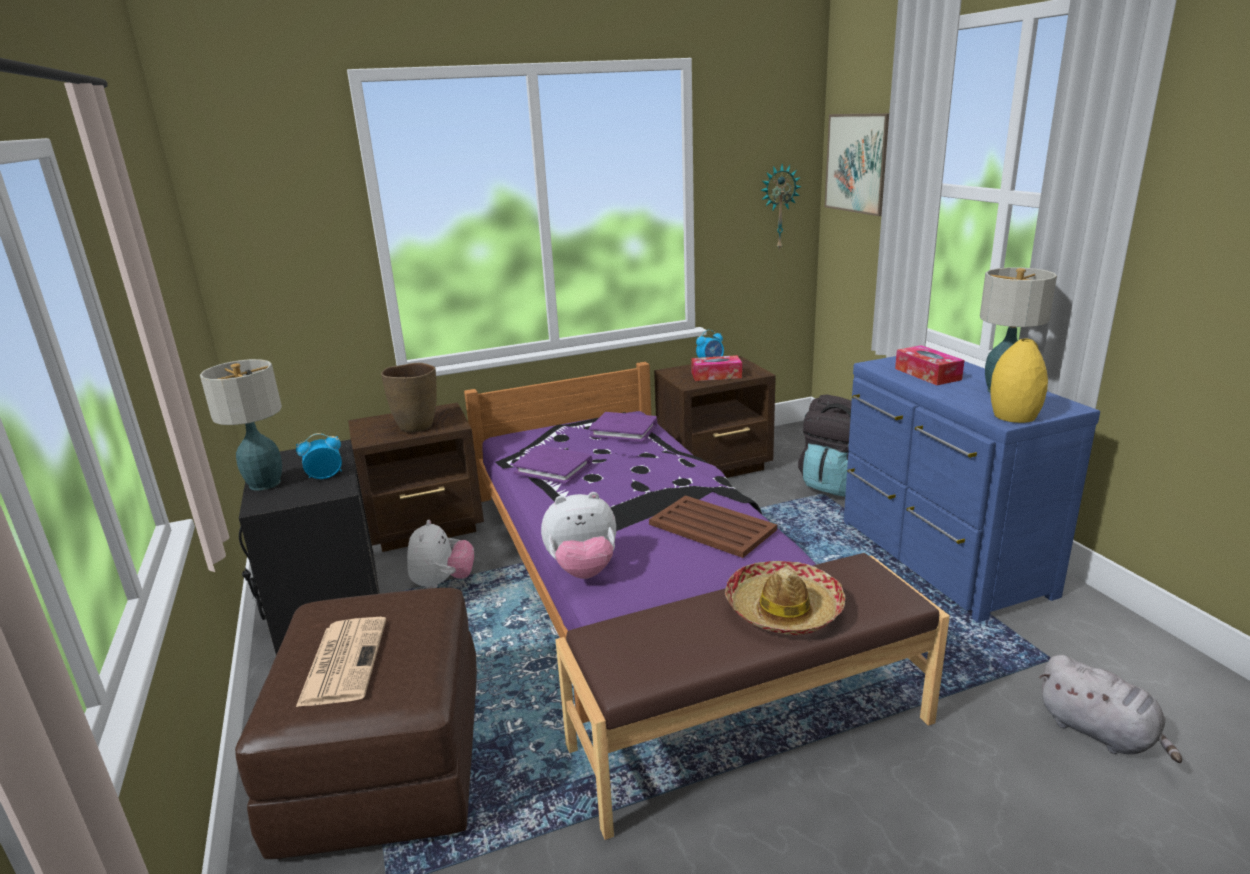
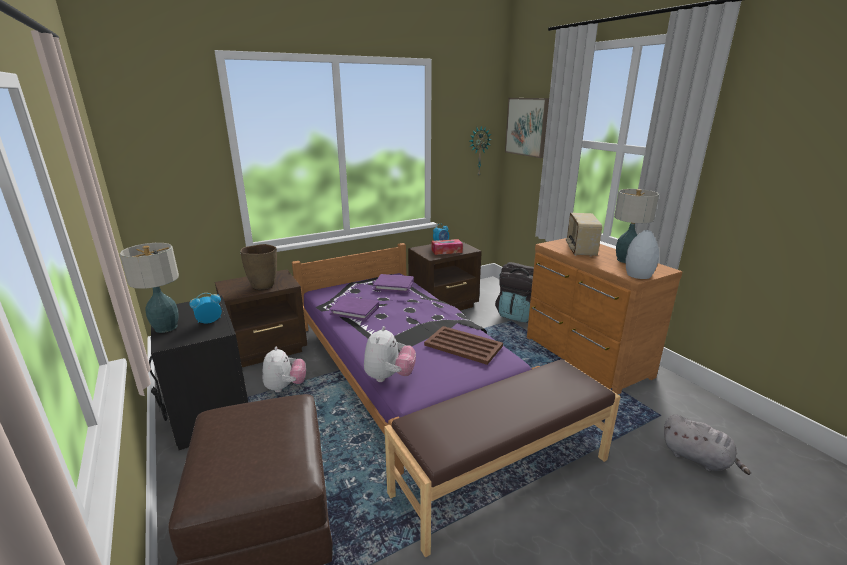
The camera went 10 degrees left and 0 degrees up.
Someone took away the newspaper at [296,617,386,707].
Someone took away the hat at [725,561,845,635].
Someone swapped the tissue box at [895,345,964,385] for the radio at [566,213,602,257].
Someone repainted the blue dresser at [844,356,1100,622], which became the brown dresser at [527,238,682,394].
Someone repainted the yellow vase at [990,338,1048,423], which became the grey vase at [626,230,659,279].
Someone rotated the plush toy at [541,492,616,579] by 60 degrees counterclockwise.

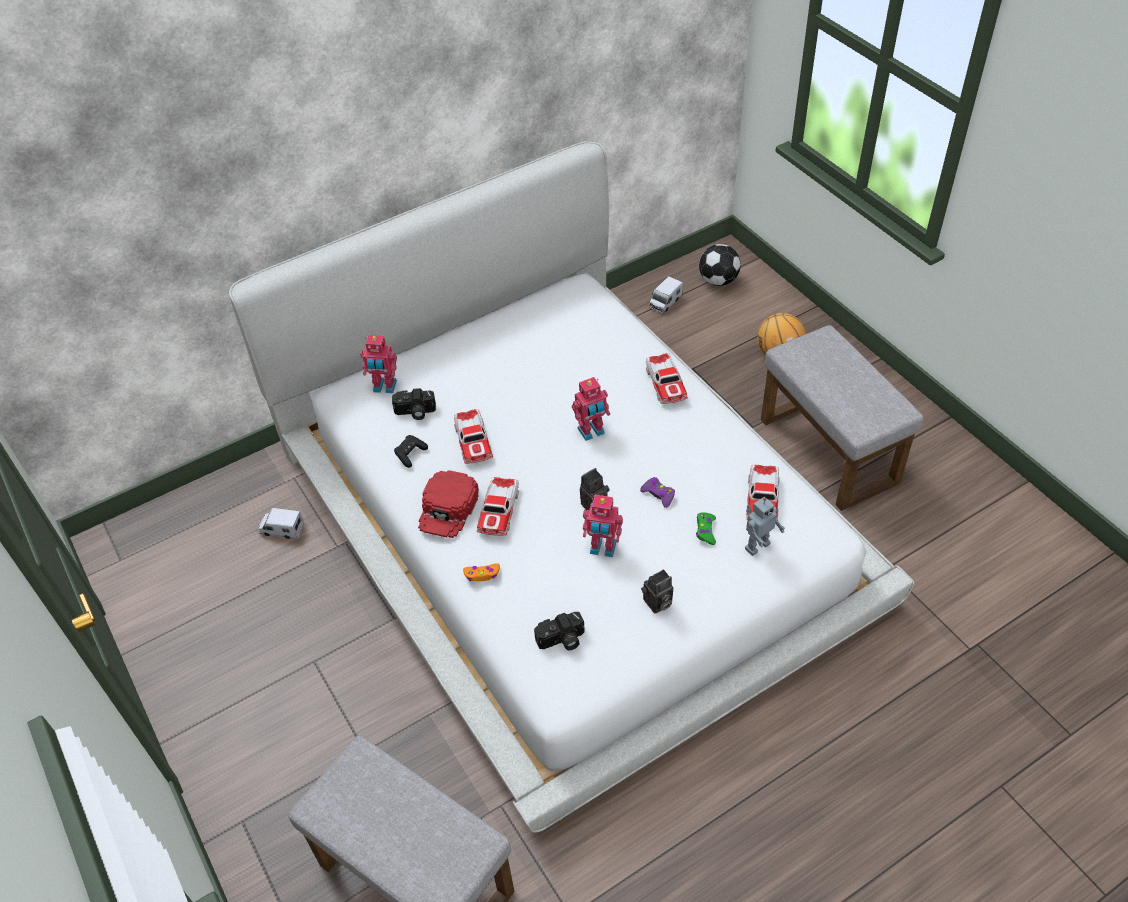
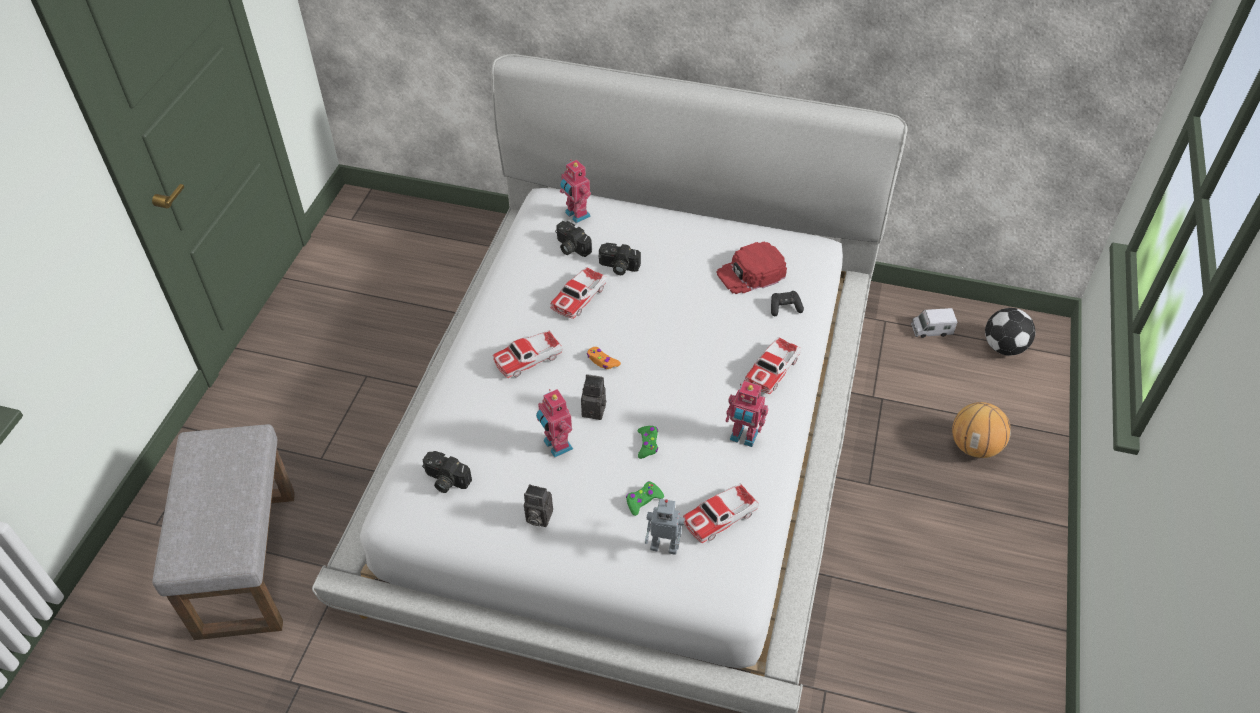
The camera went 45 degrees right and 0 degrees up.
Someone took away the toy truck at [258,508,304,539].
Someone took away the grey ottoman at [761,325,923,511].
Someone put down the photo camera at [598,243,641,275].
Someone carried the black game controller from [394,435,428,468] to [771,291,804,317].
Someone carried the red cap from [418,470,479,538] to [717,241,787,294].
Someone carried the orange game controller from [463,563,500,582] to [587,347,621,369].
Someone carried the toy robot from [572,377,610,441] to [725,381,768,447].
Someone repainted the purple game controller at [640,477,675,508], which became the green game controller at [638,426,658,459].

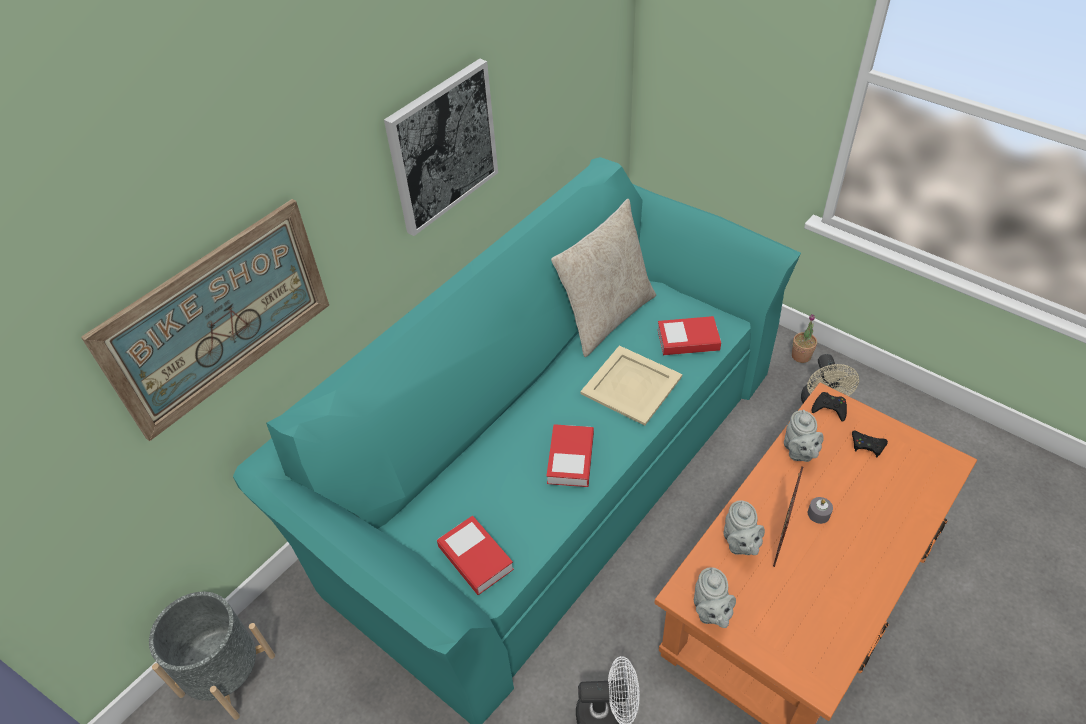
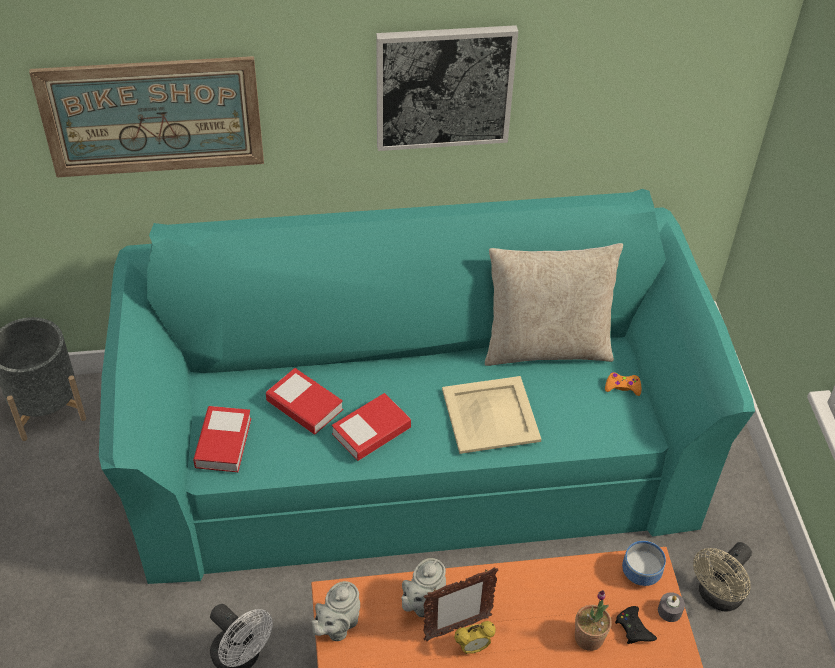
The camera went 40 degrees right and 0 degrees up.
Someone took away the grey teapot at [784,410,824,462].
Someone put down the alarm clock at [454,621,496,654].
Someone put down the orange game controller at [605,372,641,396].
Someone carried the book from [657,316,721,355] to [266,368,343,435].
Someone carried the potted plant from [792,314,817,363] to [575,590,612,651].
Someone carried the grey candle from [808,497,833,524] to [658,592,685,622].
Someone swapped the black game controller at [812,392,847,422] for the bowl at [622,541,666,586].

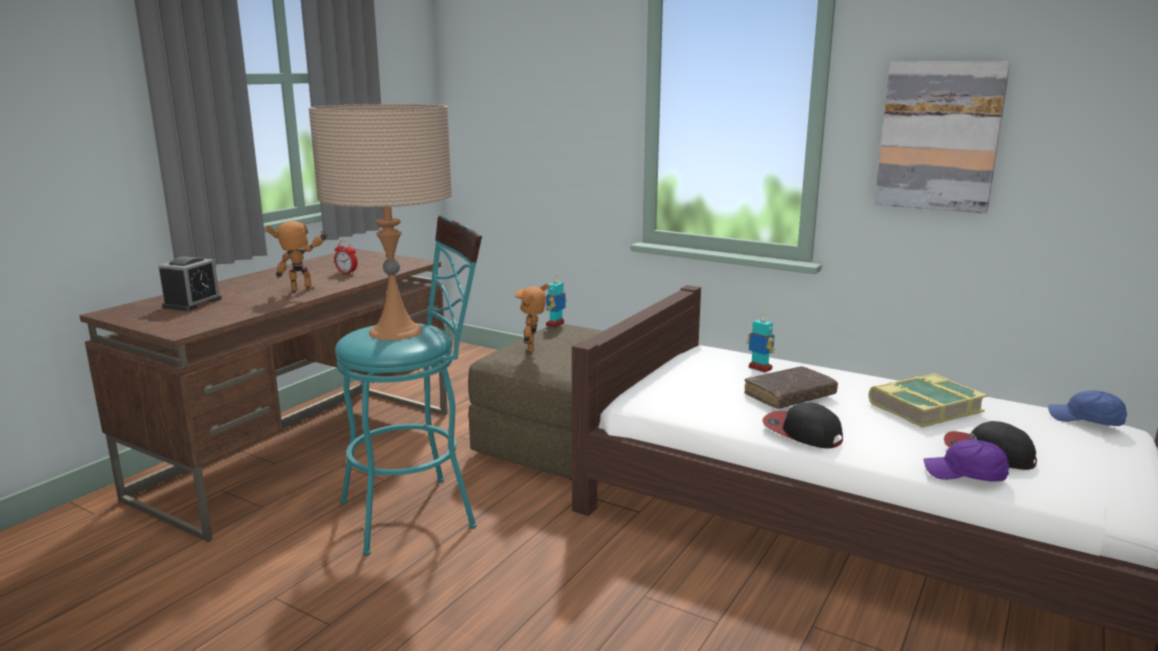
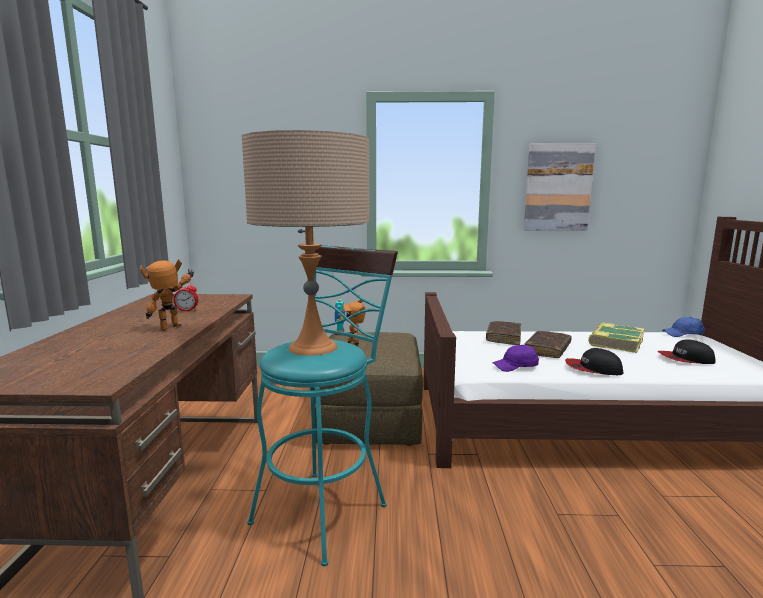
The camera went 30 degrees left and 5 degrees down.
Someone took away the alarm clock at [158,256,222,311].
Someone carried the purple cap from [923,439,1009,481] to [492,345,539,372].
Someone swapped the toy robot at [747,313,775,373] for the brown book at [486,321,521,345].

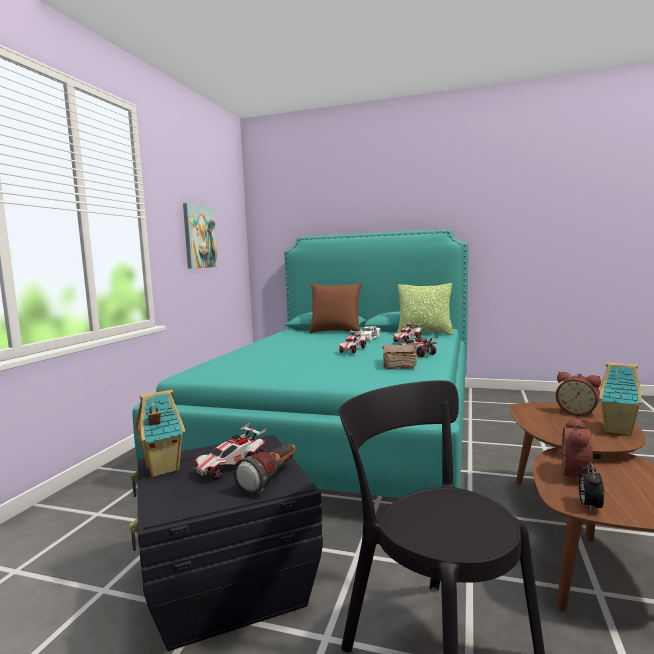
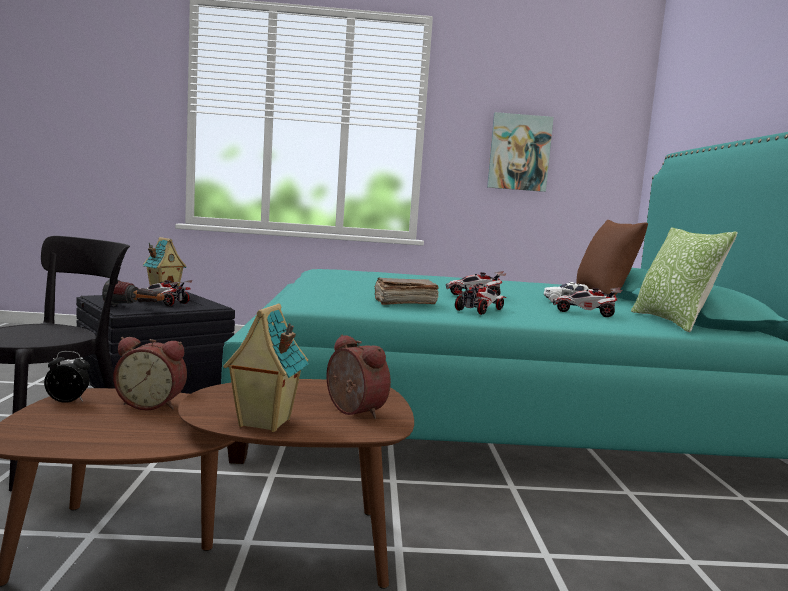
The camera went 70 degrees right and 0 degrees up.
Someone rotated the alarm clock at [556,371,601,417] by 120 degrees clockwise.

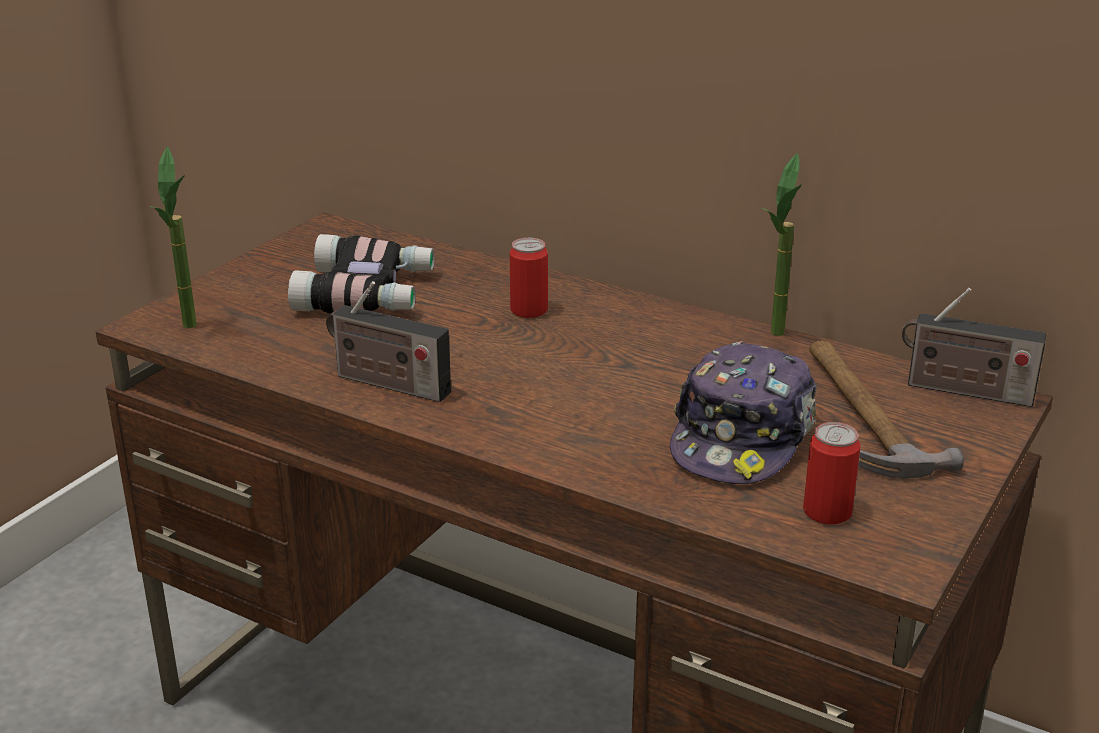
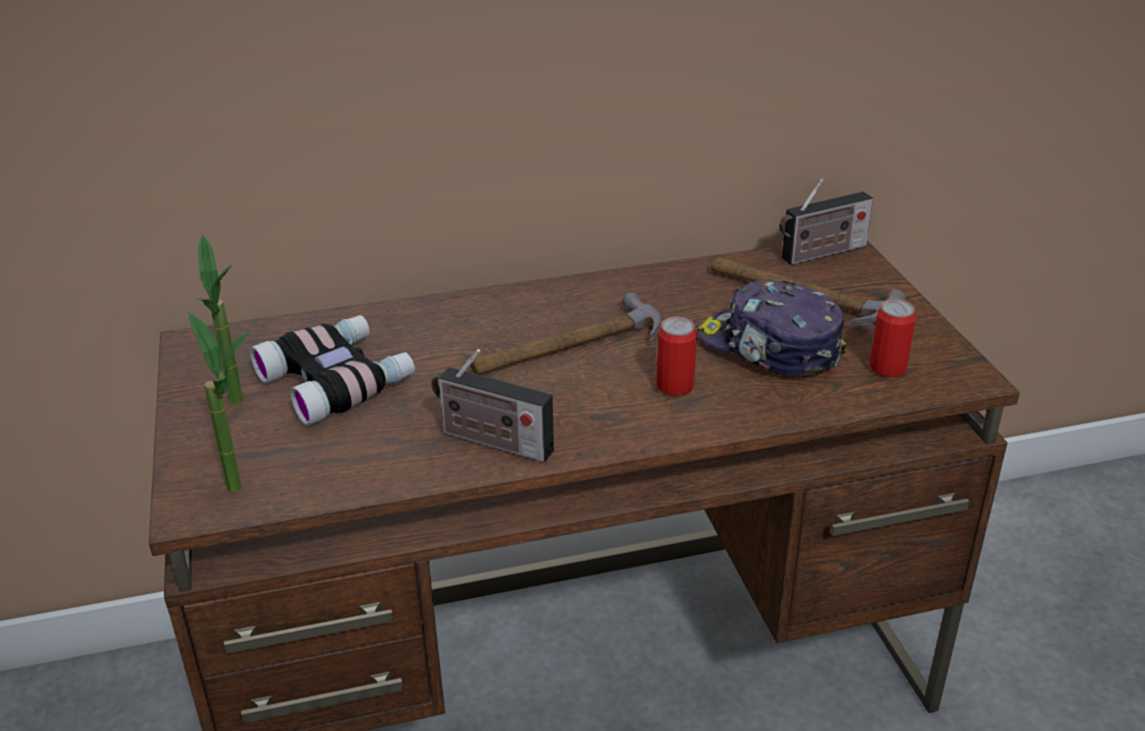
The camera went 45 degrees left and 5 degrees up.
Someone put down the hammer at [470,292,661,375].
Someone carried the can from [510,238,548,318] to [656,317,697,396].
Someone carried the potted plant from [761,153,802,336] to [197,234,243,405].
Someone rotated the radio at [326,281,451,402] by 45 degrees clockwise.
Someone rotated the cap at [670,341,817,484] by 150 degrees clockwise.

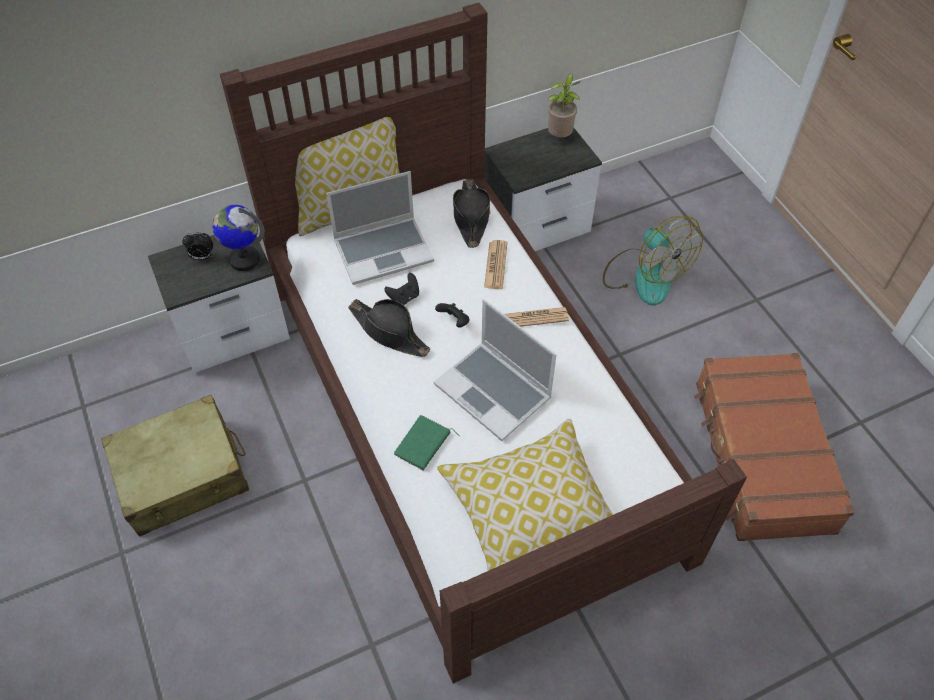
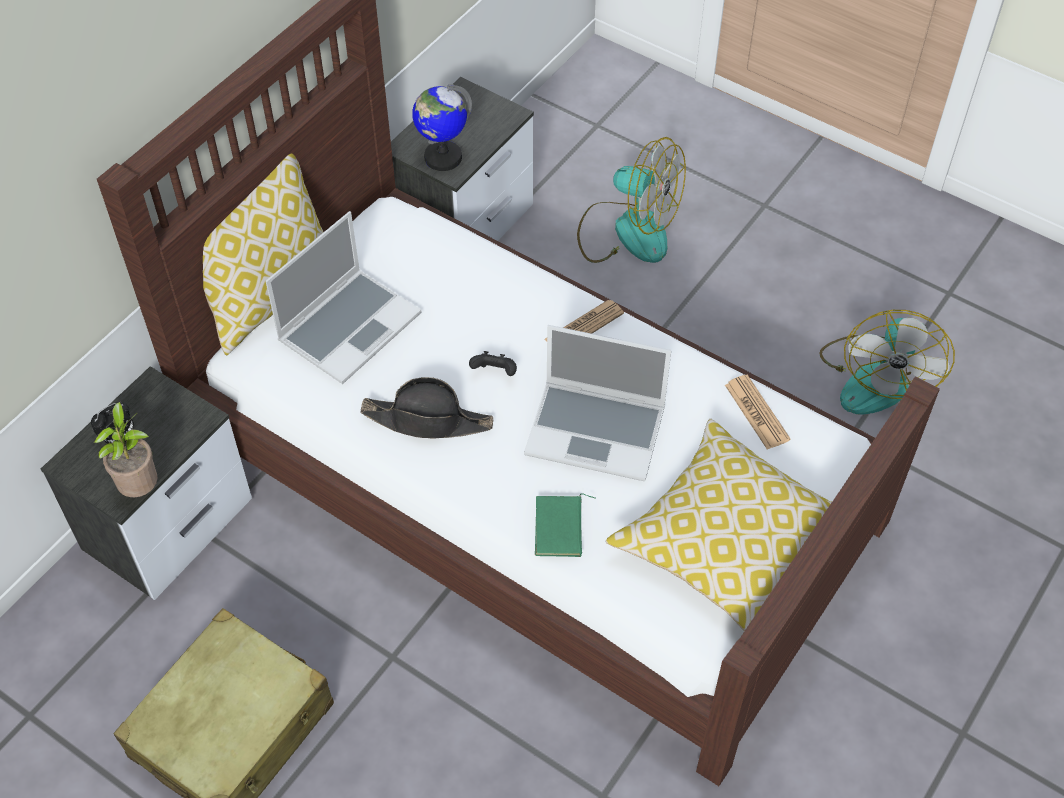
The camera went 30 degrees left and 0 degrees up.
Someone took away the black game controller at [384,273,419,305].
Someone took away the black hat at [453,179,491,248].
Someone carried the globe from [212,205,265,271] to [412,84,472,171].
Someone carried the newspaper from [484,240,507,289] to [725,375,791,450].
Someone carried the potted plant from [548,74,580,138] to [94,402,158,497].
Someone swapped the brown suitcase at [694,353,855,541] for the fan at [819,310,955,414].

